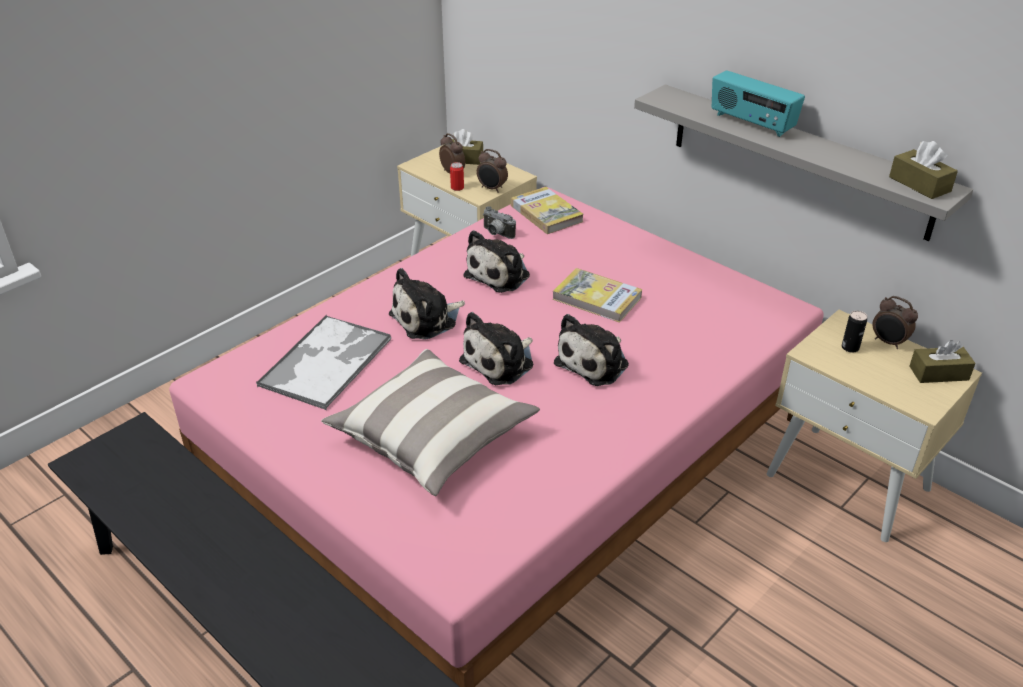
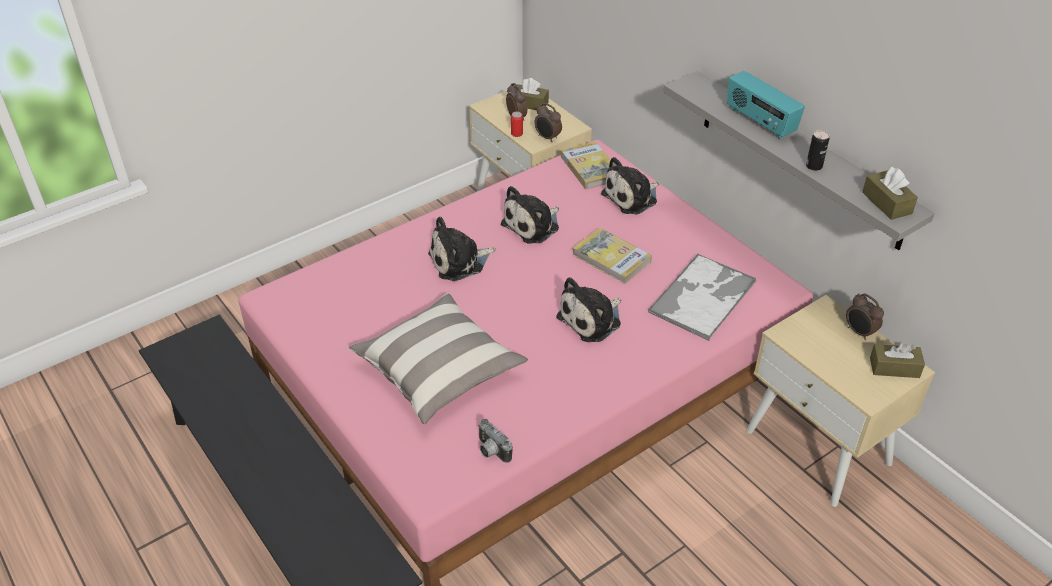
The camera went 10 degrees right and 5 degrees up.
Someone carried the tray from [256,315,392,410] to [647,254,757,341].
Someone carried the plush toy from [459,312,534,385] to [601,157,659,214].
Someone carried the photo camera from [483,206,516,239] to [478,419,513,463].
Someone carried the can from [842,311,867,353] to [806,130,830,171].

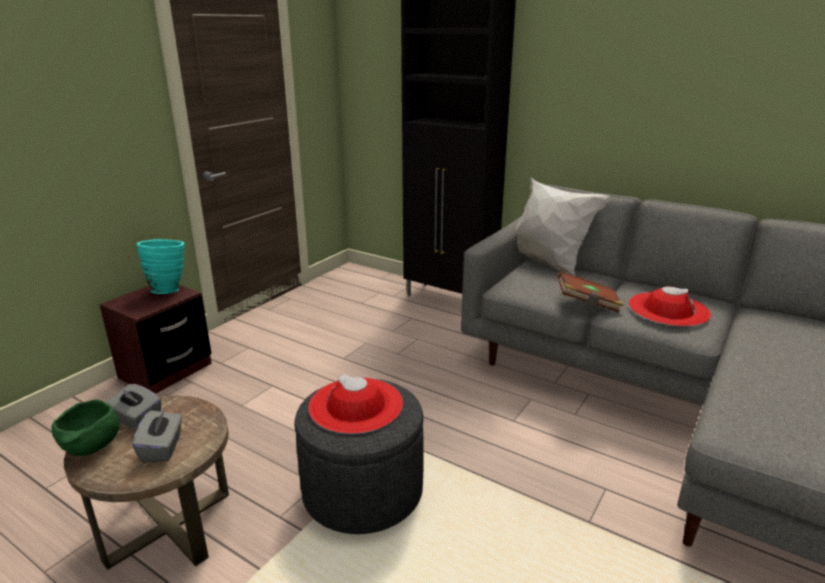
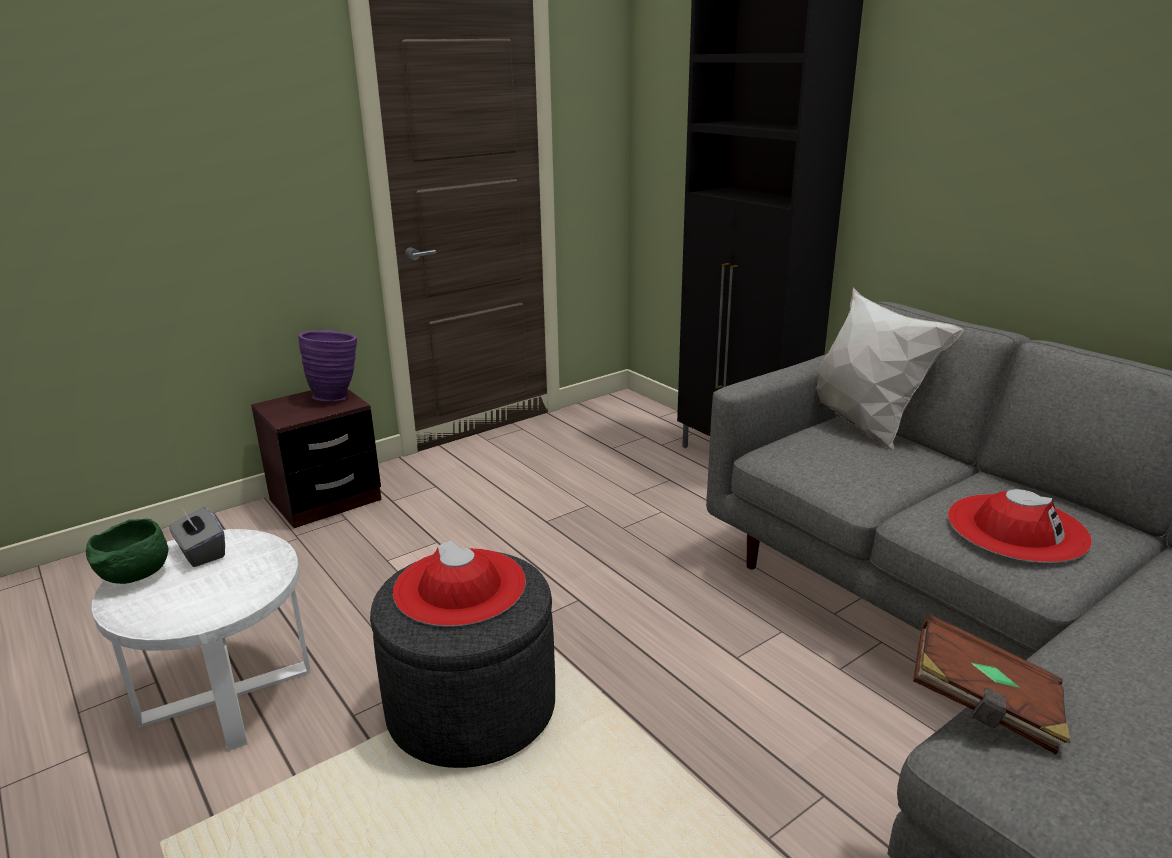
The camera went 20 degrees right and 0 degrees up.
Someone took away the grey tissue box at [132,409,182,463].
Someone carried the brown book from [557,271,624,313] to [913,614,1070,754].
Someone repainted the brown side table at [64,396,229,570], which became the white side table at [92,529,311,751].
Someone repainted the turquoise vase at [137,239,185,294], which became the purple vase at [299,330,357,401].

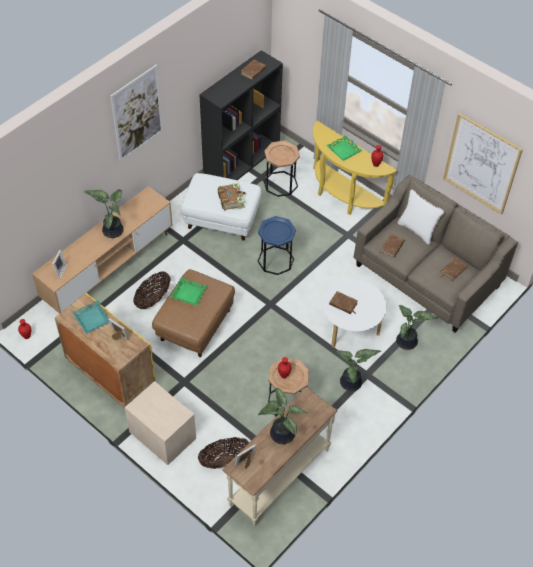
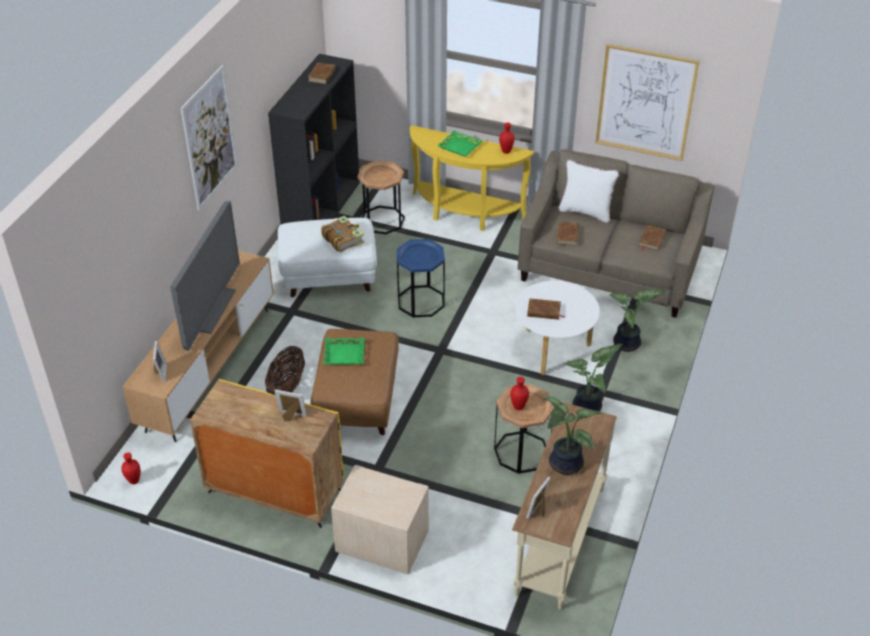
The camera went 20 degrees left and 10 degrees down.
Someone took away the turquoise tray at [72,300,109,334].
Someone took away the basket at [198,437,249,469].
Someone swapped the potted plant at [84,189,124,238] for the television at [170,201,240,351].

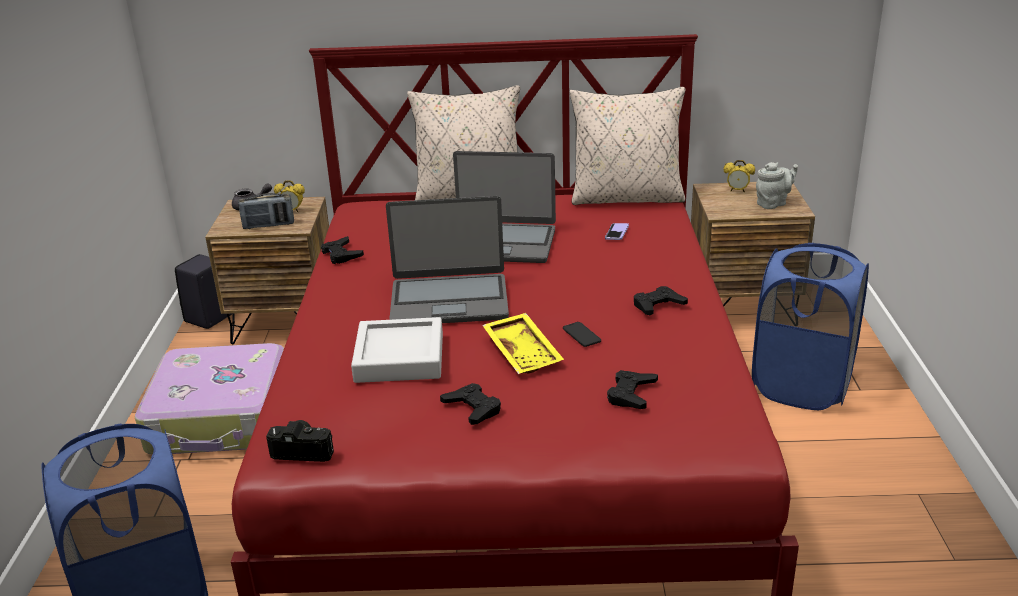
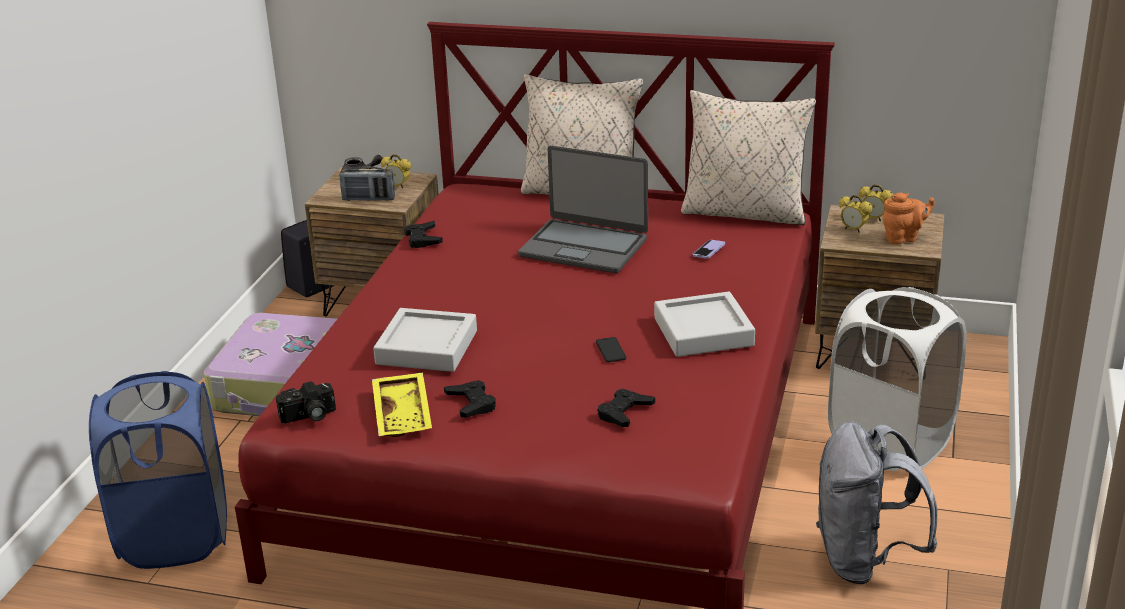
The camera went 15 degrees right and 0 degrees up.
Someone took away the laptop at [386,196,509,323].
Someone put down the grey backpack at [816,421,937,585].
Someone put down the alarm clock at [839,195,872,233].
Someone carried the yellow tray from [482,313,564,374] to [372,372,432,437].
Someone swapped the black game controller at [634,286,688,315] for the grey tray at [654,292,755,357].
Someone repainted the blue laundry basket at [752,243,869,410], which became the white laundry basket at [828,287,967,471].
Someone repainted the grey teapot at [756,162,798,209], which became the orange teapot at [883,193,935,245].
Someone rotated the photo camera at [266,420,334,462] by 135 degrees clockwise.

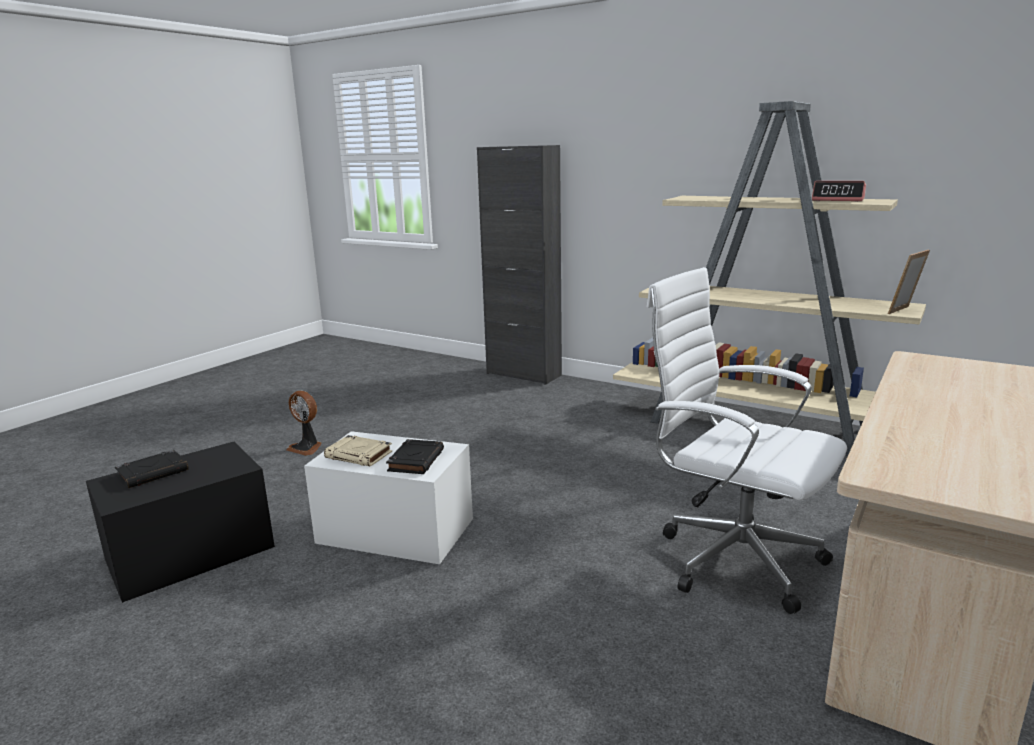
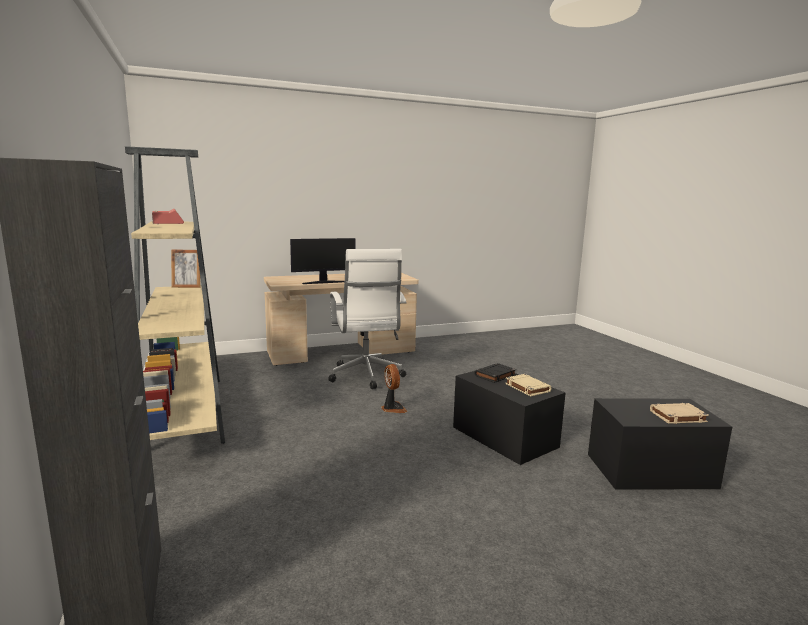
The camera went 145 degrees left and 5 degrees down.
Someone put down the monitor at [290,238,356,284].
Someone carried the fan from [286,391,322,456] to [381,364,407,413].
Someone repainted the black book at [115,450,189,488], which became the beige book at [650,403,709,424].
Someone repainted the white storage box at [304,431,473,564], which became the black storage box at [453,371,566,465].

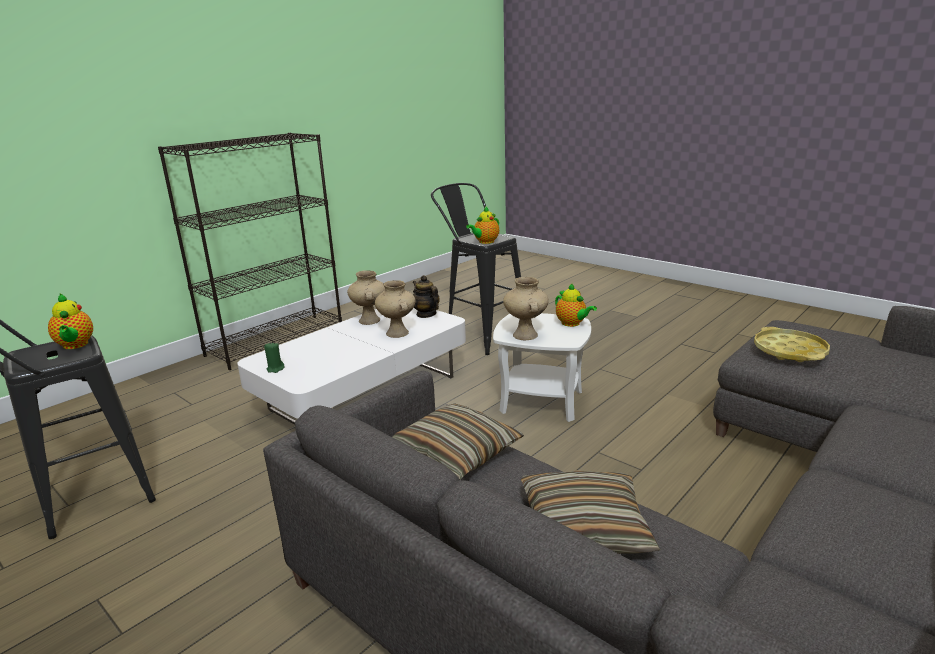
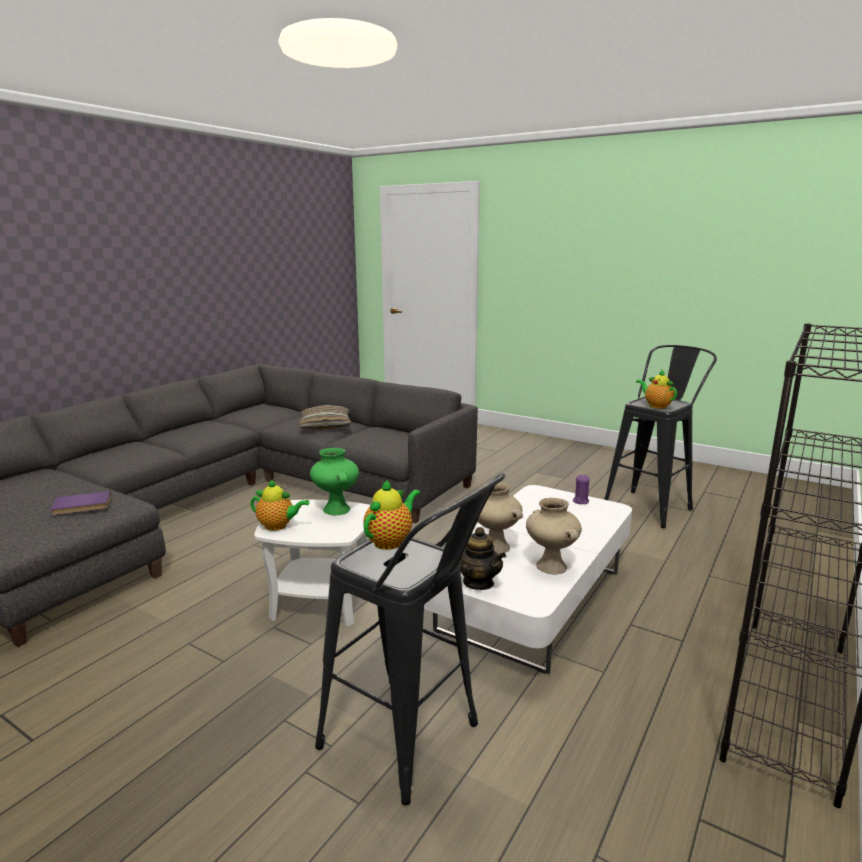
The camera went 170 degrees right and 5 degrees down.
Someone took away the pillow at [393,403,524,479].
Someone swapped the yellow tray at [754,327,830,362] for the purple book at [51,491,112,515].
Someone repainted the green candle at [264,343,285,373], which became the purple candle at [573,475,589,504].
Someone repainted the beige vase at [503,277,549,340], which became the green vase at [310,448,359,515].
Someone rotated the teapot at [555,283,597,327] by 150 degrees clockwise.

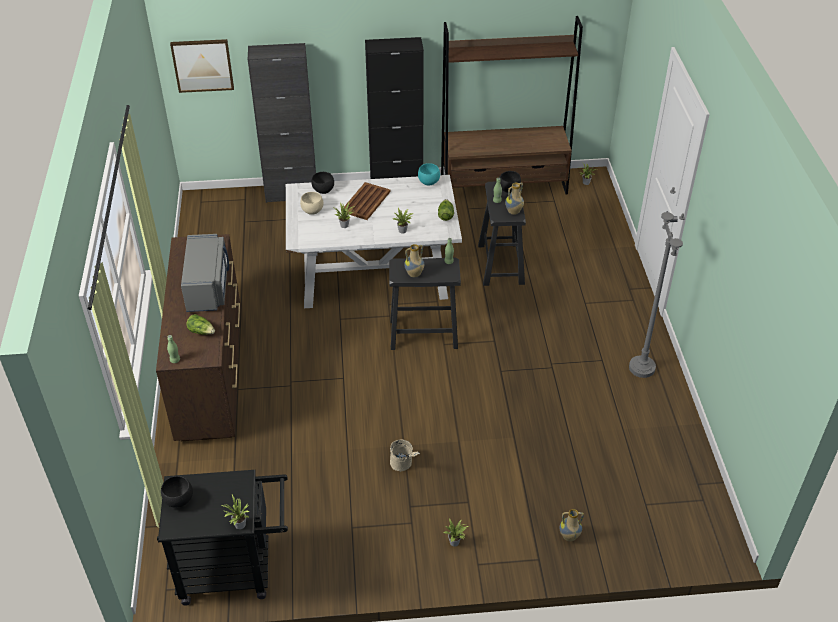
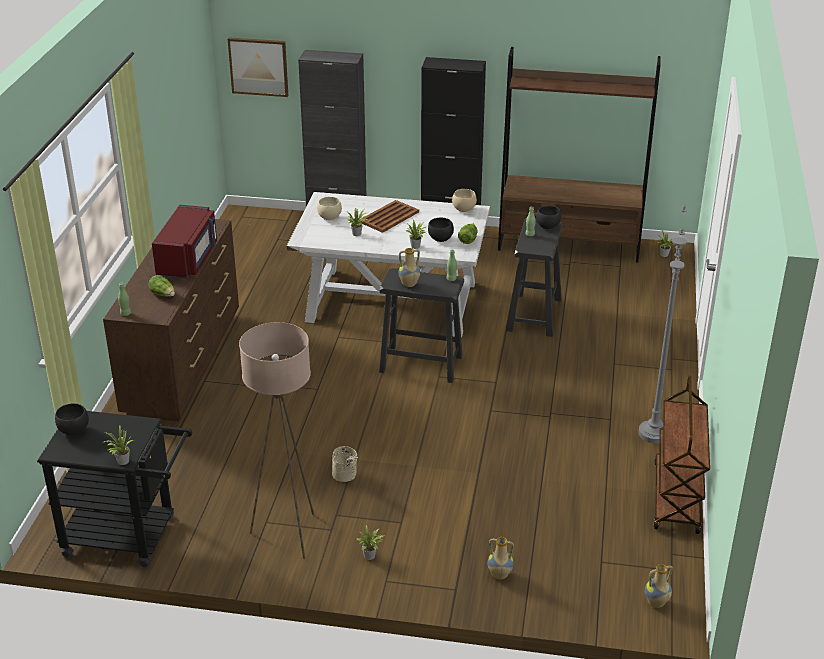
The camera went 15 degrees right and 10 degrees down.
Someone put down the beige floor lamp at [239,322,314,559].
Someone put down the brown cart at [653,376,710,534].
Someone carried the black bowl from [311,172,334,194] to [428,217,454,242].
Someone carried the vase from [505,182,524,215] to [645,564,673,608].
Someone repainted the grey microwave at [181,234,229,312], which became the red microwave at [152,205,217,279].
Someone repainted the turquoise bowl at [418,163,440,186], which became the beige bowl at [452,189,477,212].

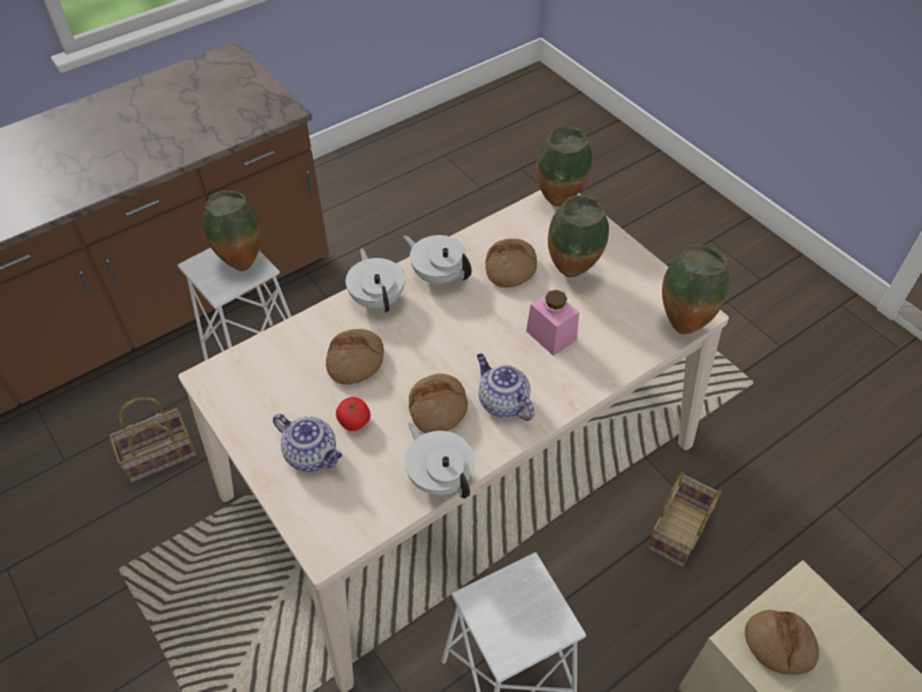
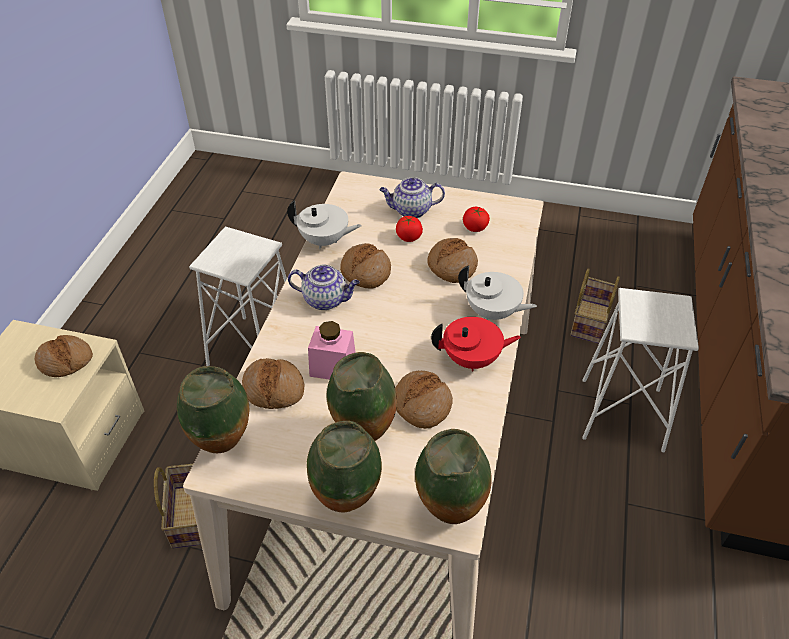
The camera went 140 degrees right and 5 degrees down.
Someone put down the bread at [242,358,304,409].
Someone put down the tomato at [463,207,490,232].
Someone carried the vase from [202,190,261,271] to [307,421,382,513].
Someone repainted the white teapot at [404,235,472,284], which became the red teapot at [431,317,521,371].

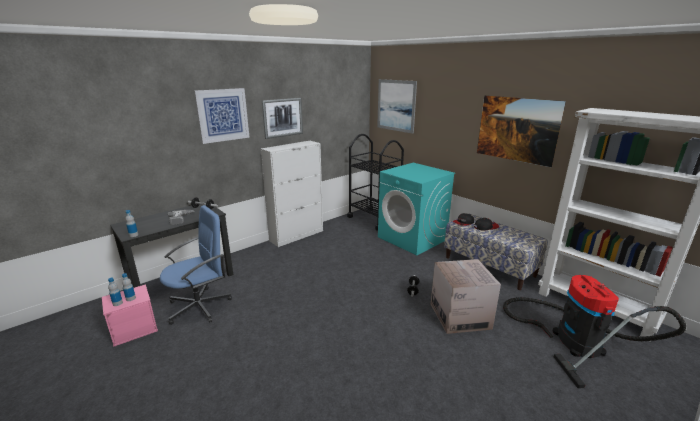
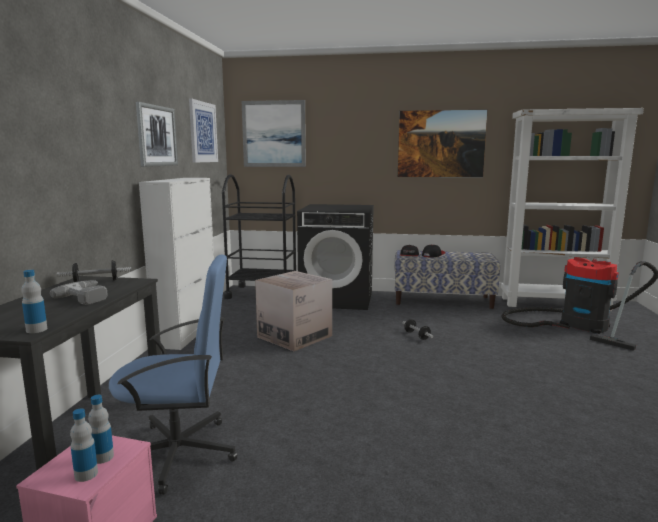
The camera went 40 degrees left and 10 degrees down.
Someone carried the picture from [194,88,249,144] to [189,99,218,163].
Someone carried the cardboard box from [431,259,501,334] to [255,271,332,351].
Someone repainted the turquoise washing machine at [378,163,455,255], which became the black washing machine at [297,204,374,310].
Someone rotated the blue office chair at [160,205,232,325] by 75 degrees clockwise.

